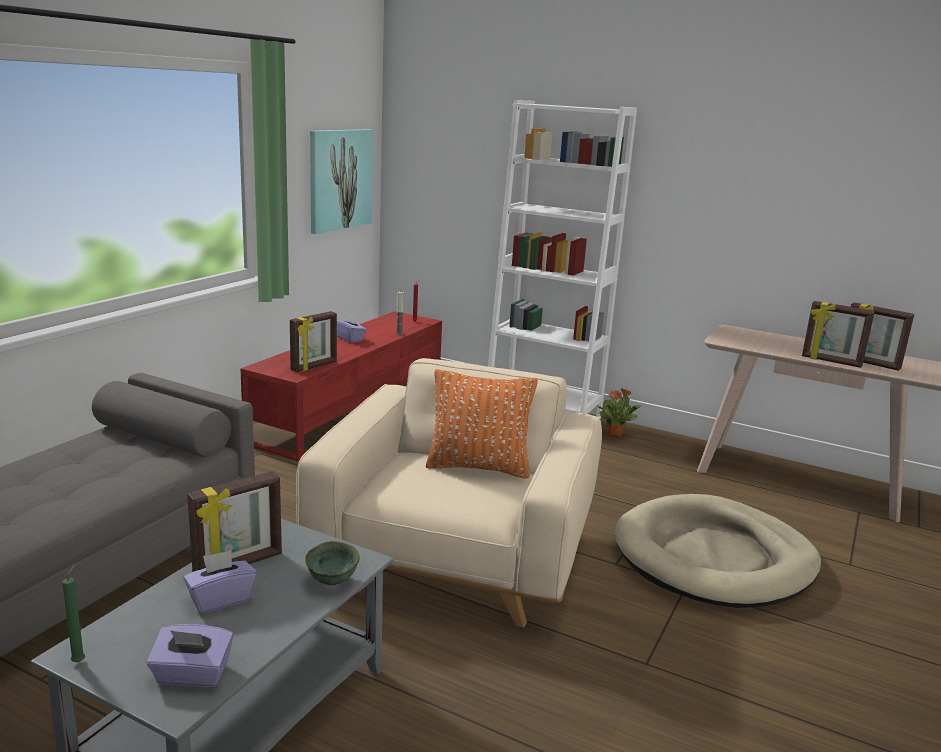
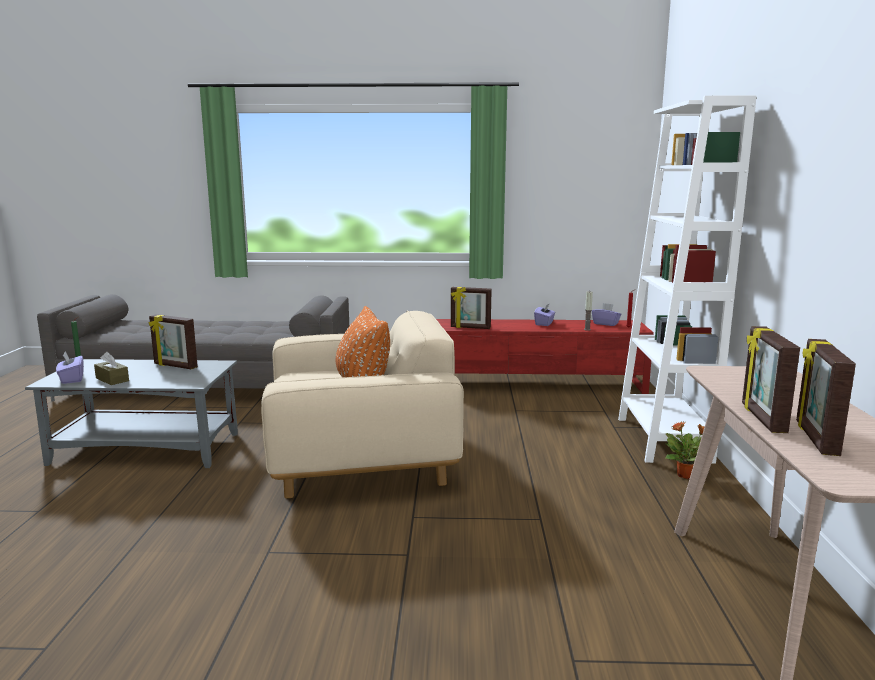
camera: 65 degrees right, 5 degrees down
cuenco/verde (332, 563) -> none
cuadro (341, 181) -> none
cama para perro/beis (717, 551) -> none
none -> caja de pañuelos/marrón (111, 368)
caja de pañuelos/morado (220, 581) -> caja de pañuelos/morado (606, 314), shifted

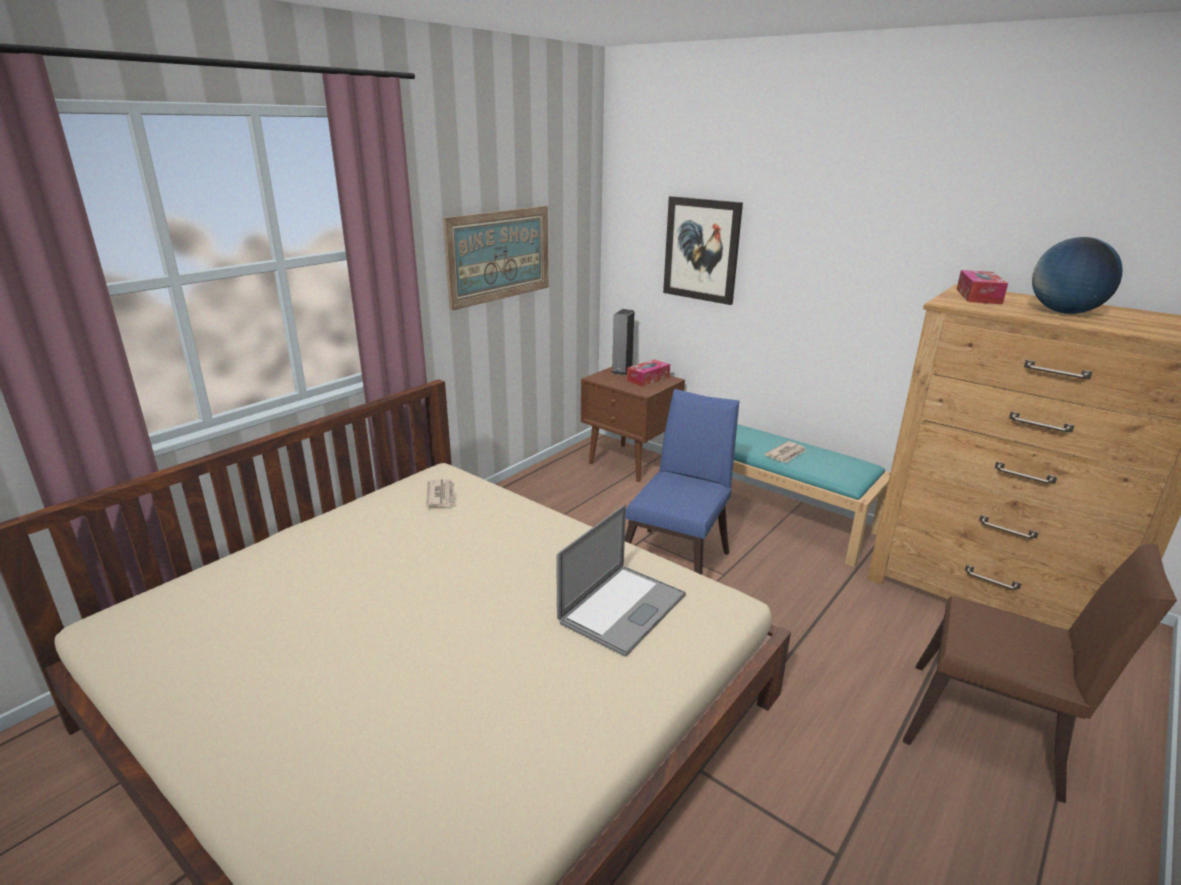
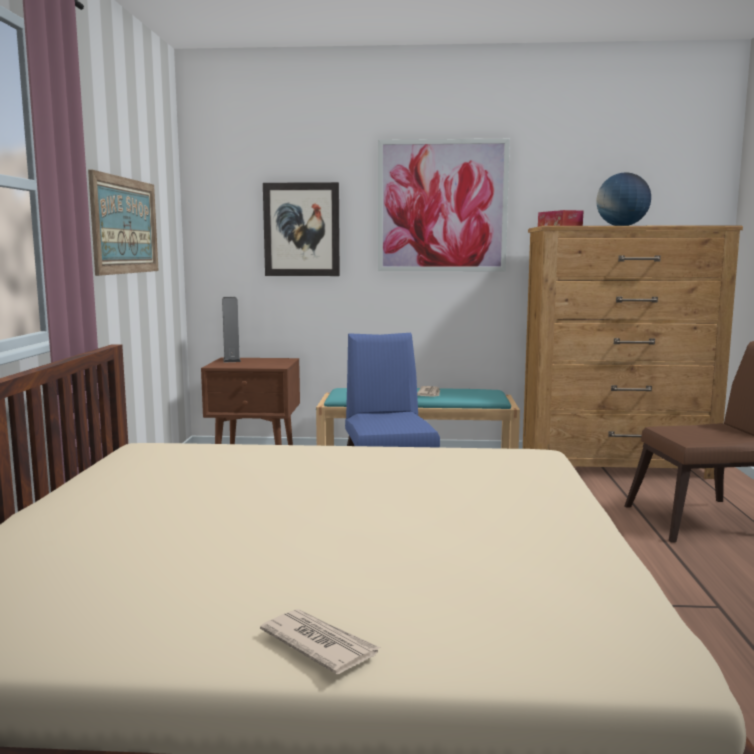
camera: 35 degrees left, 15 degrees down
portátil (621, 580) -> none
caja de pañuelos (648, 372) -> none
none -> cuadro (444, 205)
periódico (441, 493) -> periódico (320, 642), shifted

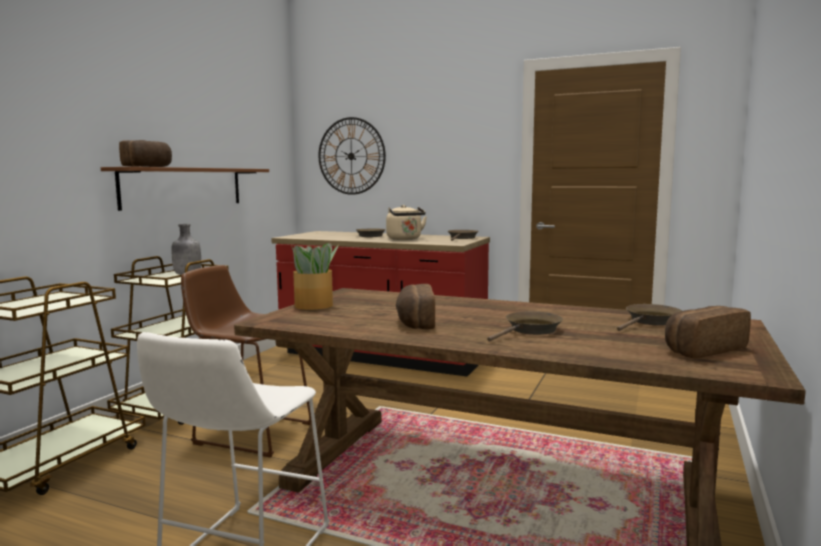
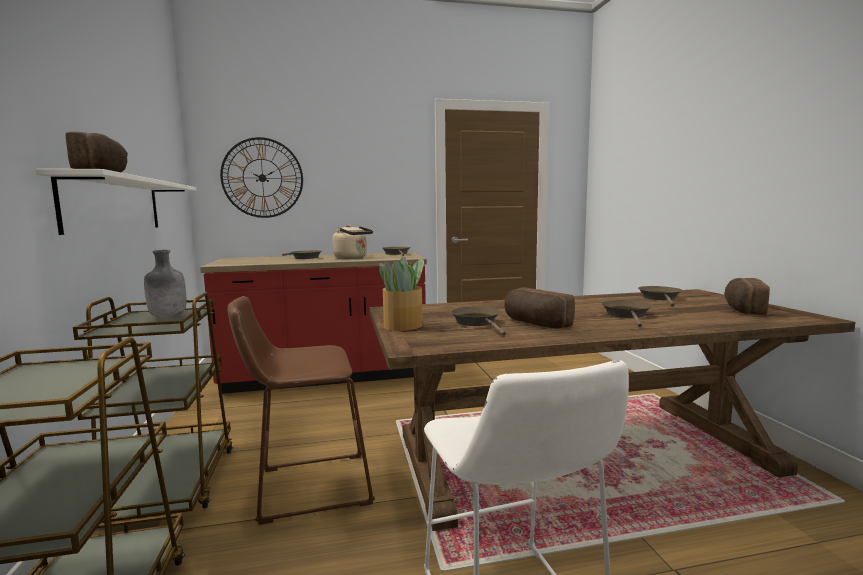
camera: 35 degrees left, 0 degrees up
none -> sartén/marrón (478, 321)
estante/marrón (185, 189) -> estante/blanco (116, 202)

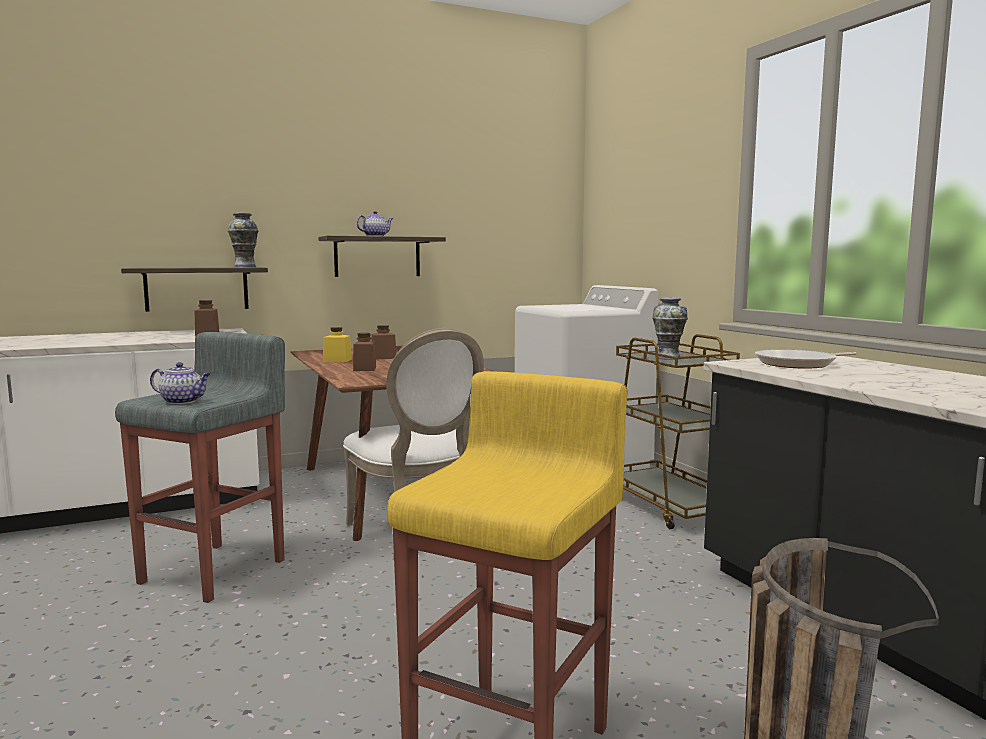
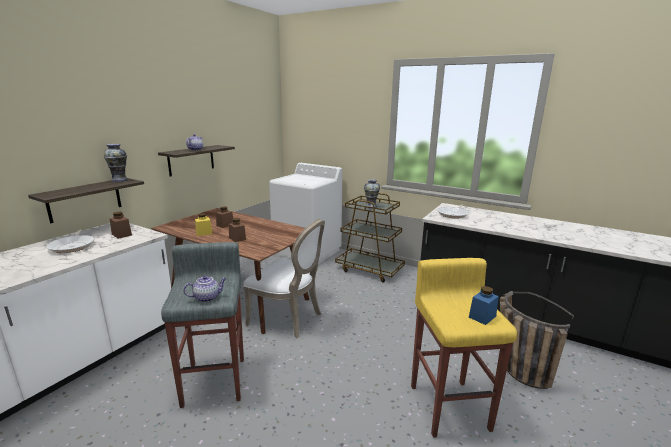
camera: 35 degrees left, 10 degrees up
none -> sartén (70, 241)
none -> tarro/azul (484, 305)

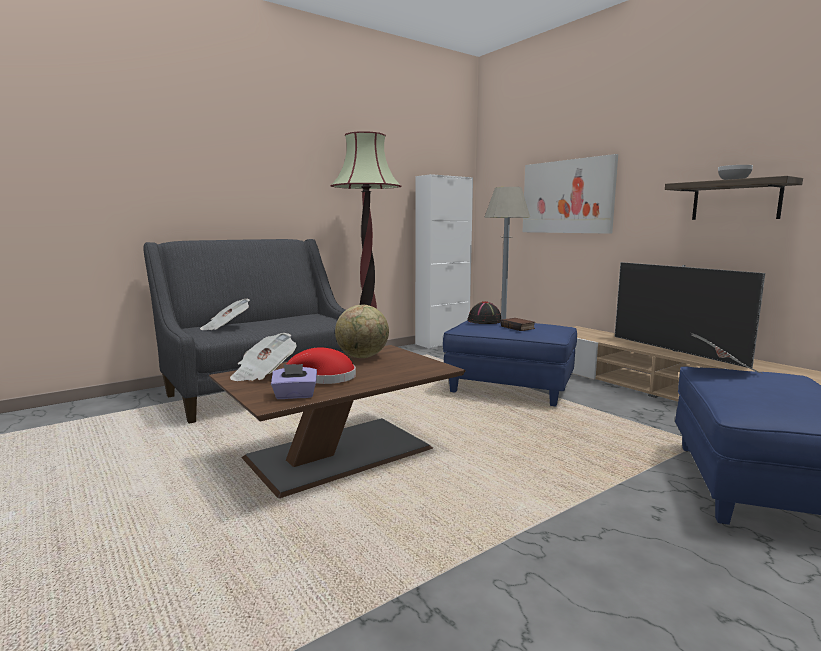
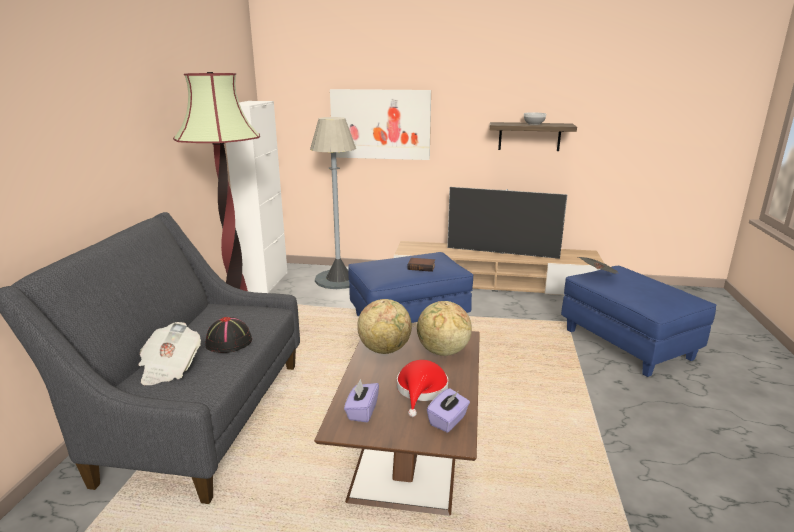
camera: 45 degrees left, 10 degrees up
none -> globo terráqueo (444, 328)
sombrero/negro (484, 312) -> sombrero/negro (228, 335), shifted
periódico (263, 357) -> caja de pañuelos/morado (361, 400)

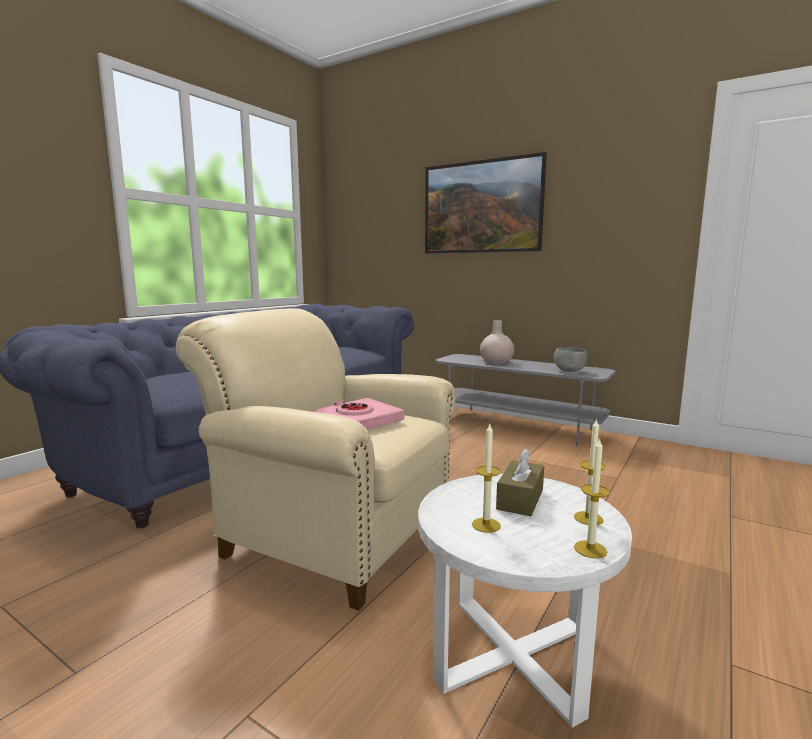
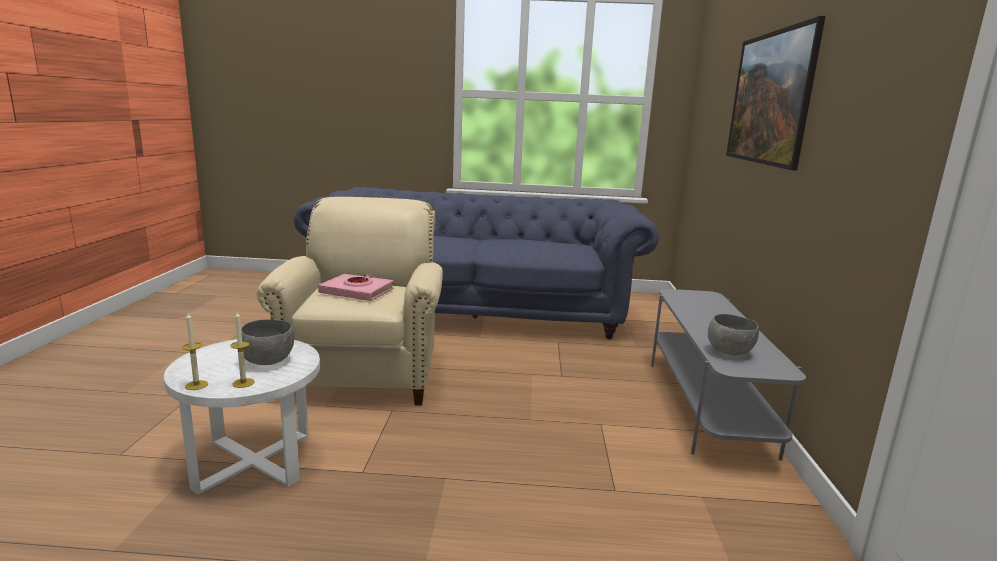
camera: 60 degrees right, 5 degrees up
vela (486, 478) -> none
florero/beis (497, 342) -> none
caja de pañuelos/marrón (520, 482) -> cuenco/gris (267, 342)

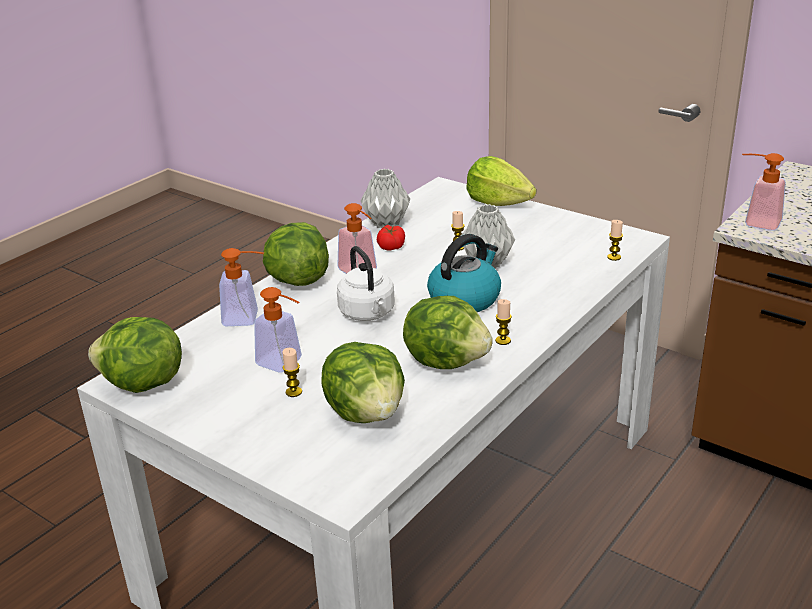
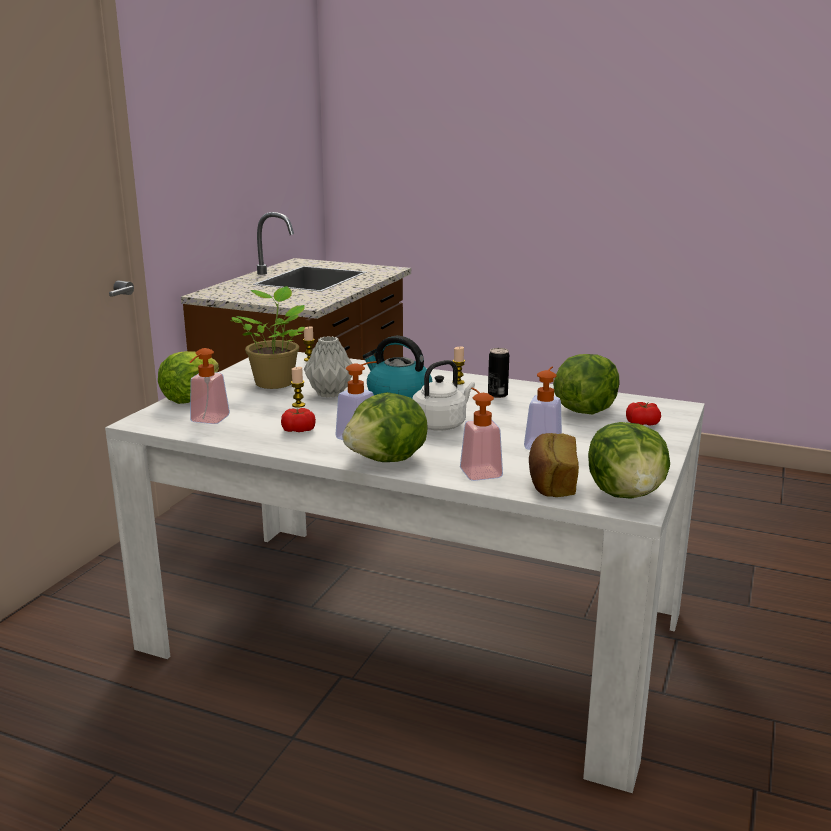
camera: 105 degrees left, 10 degrees down
vela (292, 372) -> none
florero/gris (385, 198) -> none
none -> planta en maceta (268, 337)
none -> pan (554, 465)
none -> tomate (643, 413)
dispensador de jabón (764, 192) -> dispensador de jabón (210, 386), shifted
lechuga (448, 332) -> lata (498, 373)

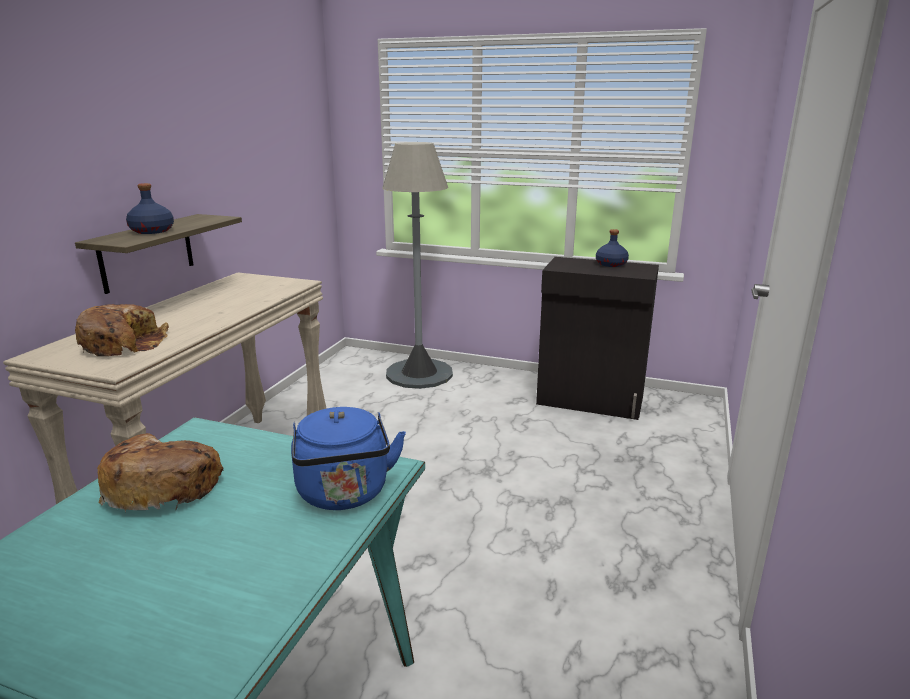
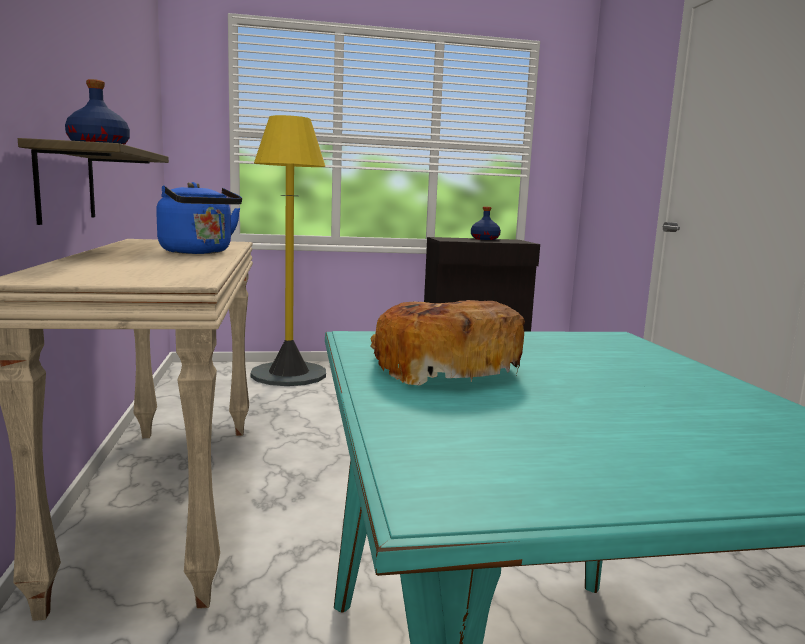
camera: 30 degrees left, 10 degrees down
pan (122, 330) -> none
hervidor/azul (348, 458) -> hervidor/azul (199, 218), shifted
lámpara de pie/gris (417, 265) -> lámpara de pie/amarillo (288, 250)

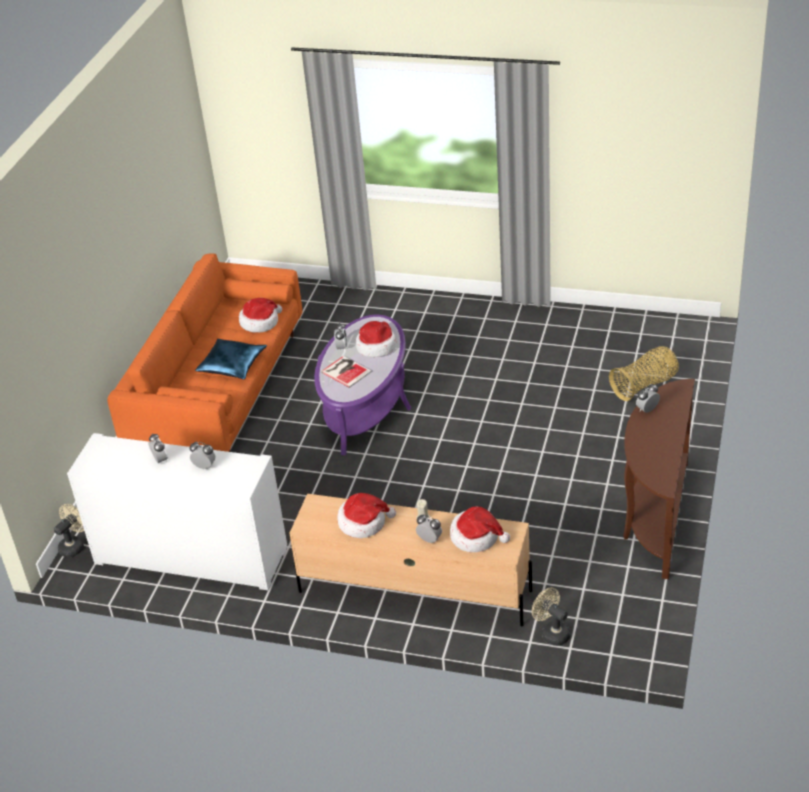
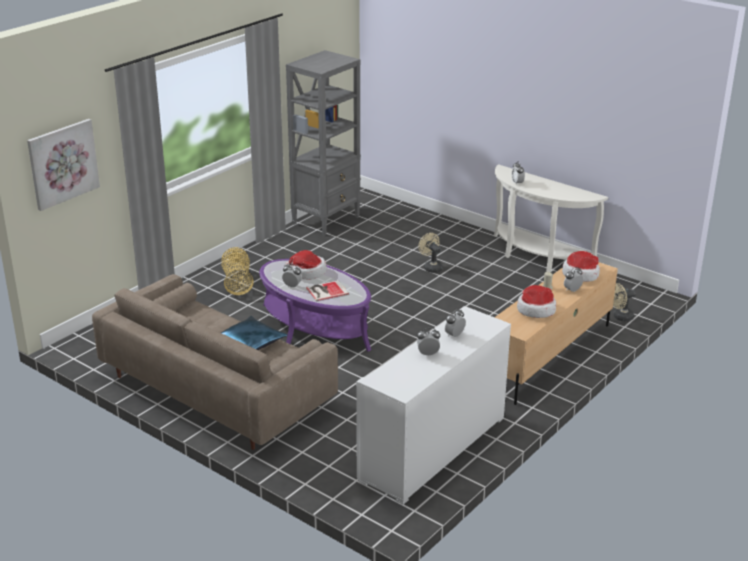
camera: 70 degrees left, 10 degrees down
sombrero (260, 315) -> none
none -> cuadro (63, 165)
none -> estantería/gris (323, 143)
ventilador/beis (69, 530) -> ventilador/beis (430, 253), shifted
cesta (644, 373) -> cesta (237, 271), shifted
sofá/naranja (204, 352) -> sofá/beis (215, 362)
mesa consola/marrón (659, 479) -> mesa consola/blanco (551, 218)

